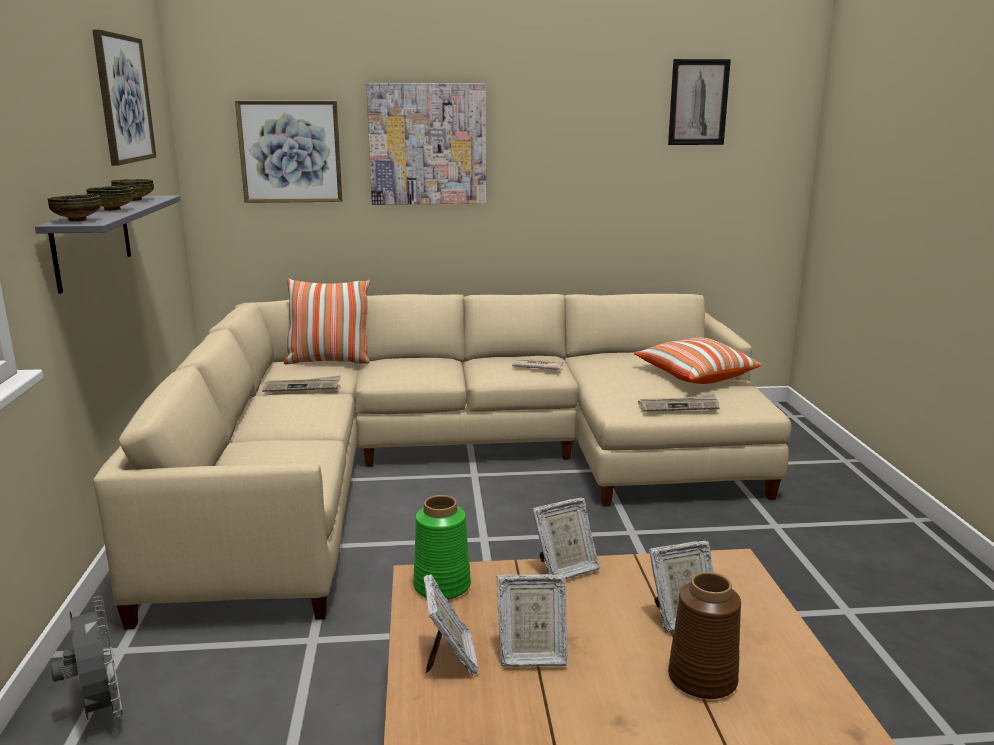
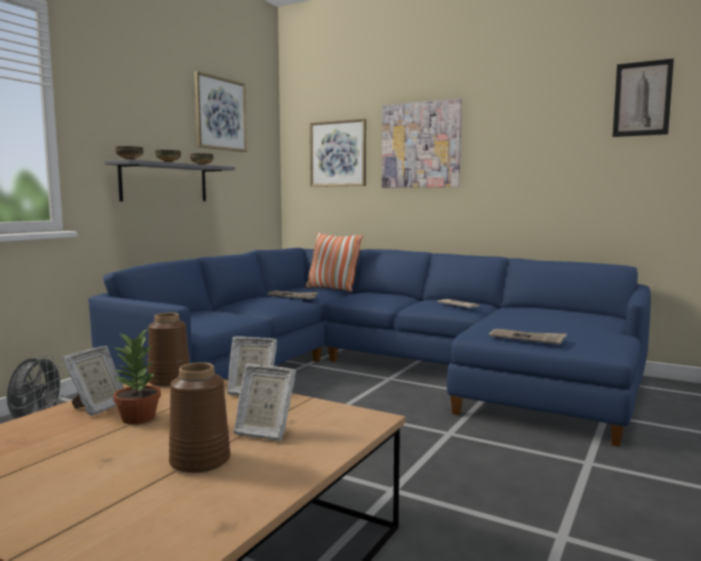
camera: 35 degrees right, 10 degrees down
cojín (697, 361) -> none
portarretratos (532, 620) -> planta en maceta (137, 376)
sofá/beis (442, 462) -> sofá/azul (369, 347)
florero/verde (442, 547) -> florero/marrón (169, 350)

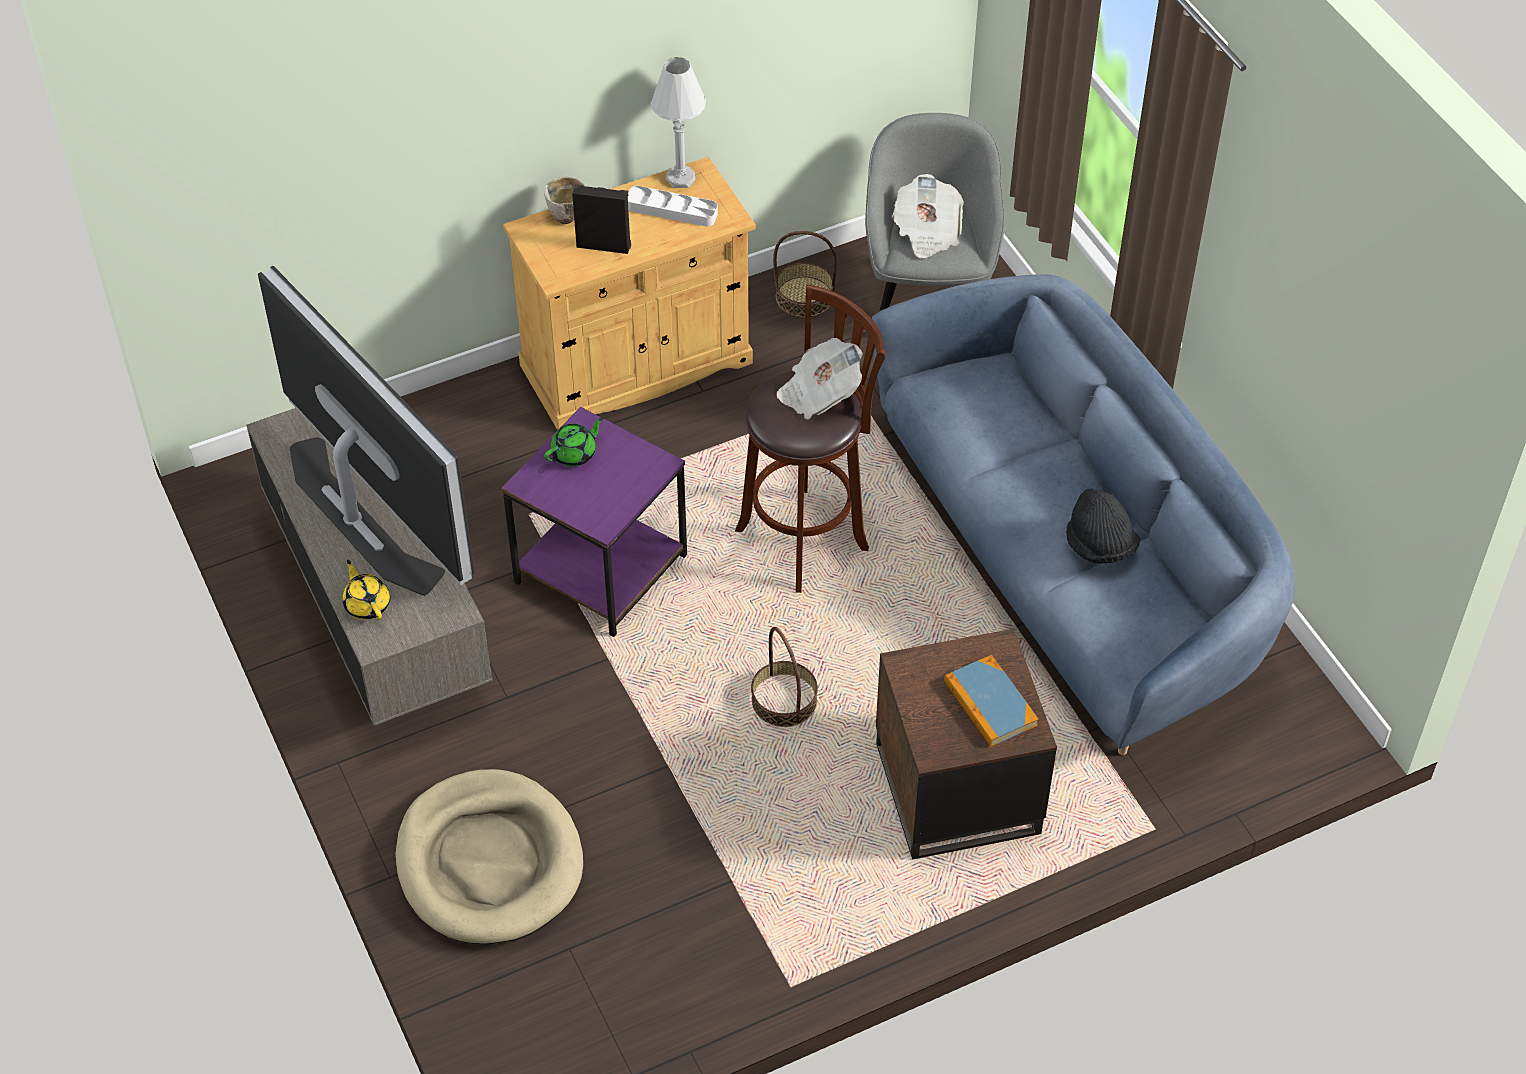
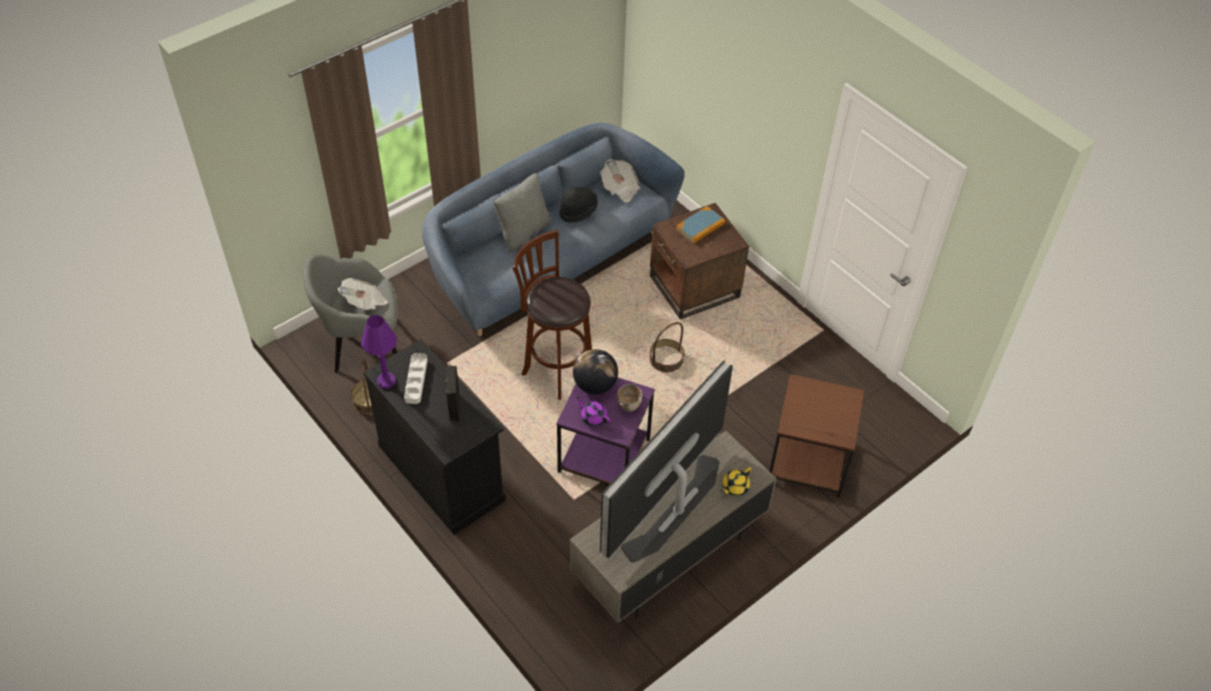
camera: 105 degrees left, 0 degrees up
none -> cojín/gris (523, 213)
none -> globo terráqueo (595, 372)
cuenco (564, 200) -> cuenco (629, 398), shifted
periódico (820, 379) -> periódico (620, 180), shifted
cama para perro/beis (489, 856) -> mesa auxiliar/marrón (816, 436)
armario/beis (629, 293) -> armario/negro (434, 437)
tetera/verde (574, 442) -> tetera/morado (593, 411)
lámpara de mesa/blanco (678, 122) -> lámpara de mesa/morado (379, 352)

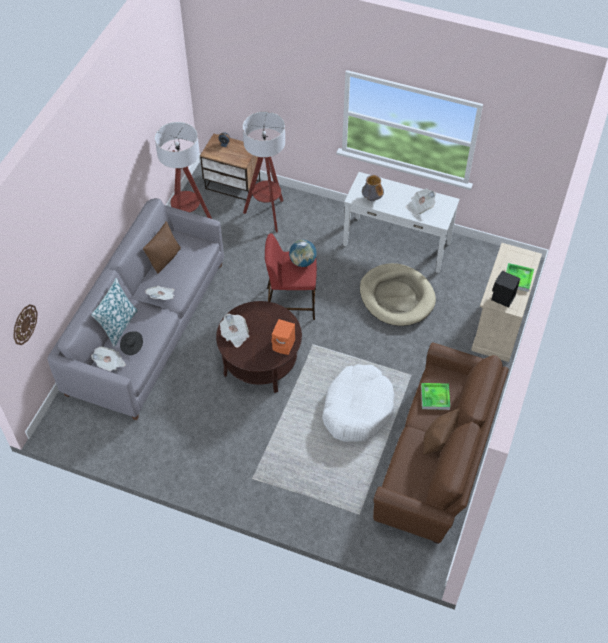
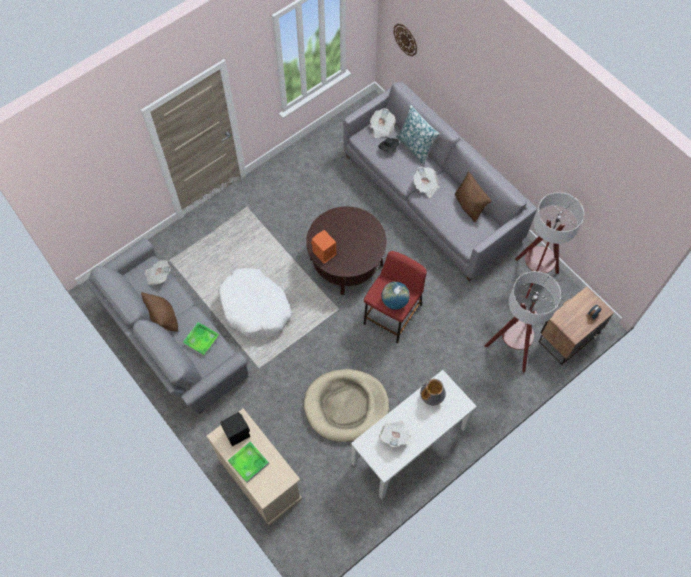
camera: 120 degrees right, 10 degrees up
periódico (234, 330) -> periódico (158, 272), shifted
sofá/marrón (441, 443) -> sofá/gris (166, 326)

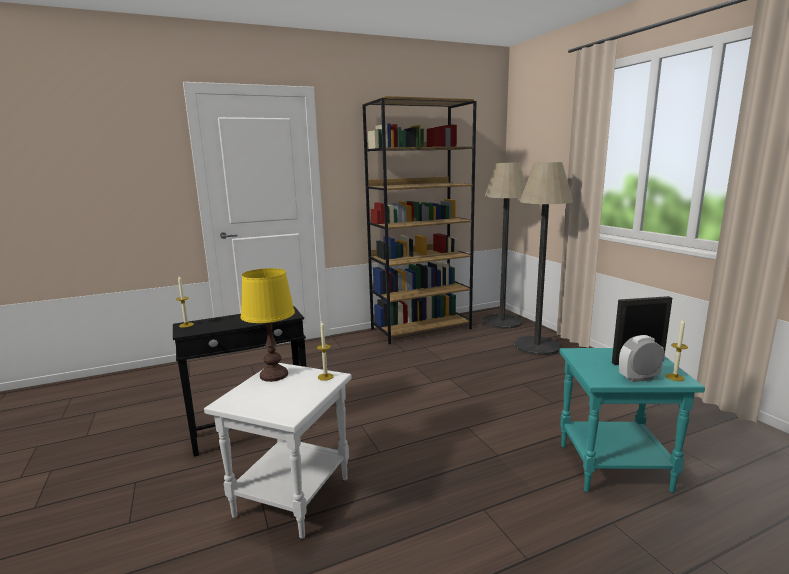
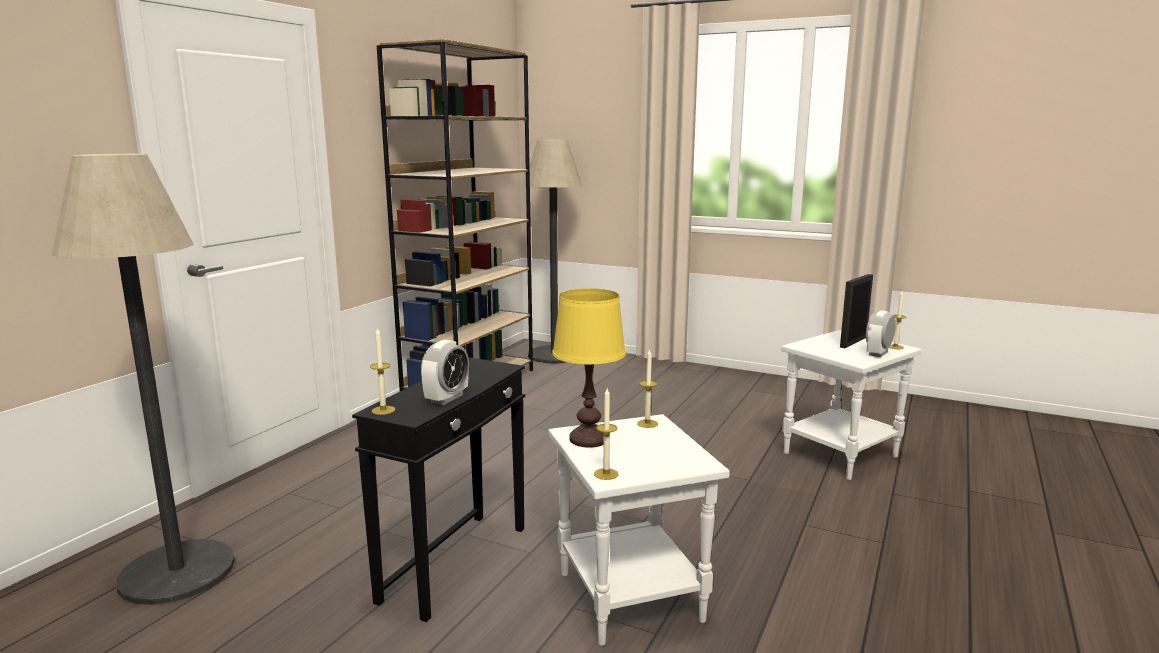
camera: 40 degrees left, 0 degrees up
none -> despertador (445, 372)
none -> vela (606, 434)
lámpara de pie (543, 258) -> lámpara de pie (143, 379), shifted
mesa auxiliar/turquesa (632, 420) -> mesa auxiliar/blanco (851, 405)

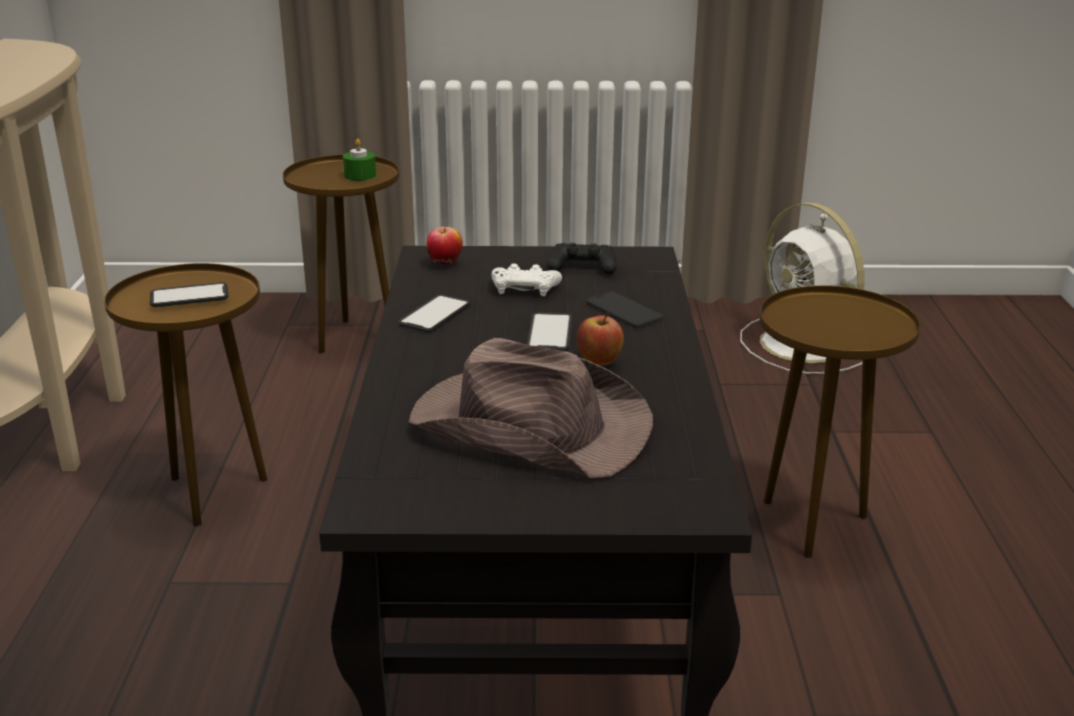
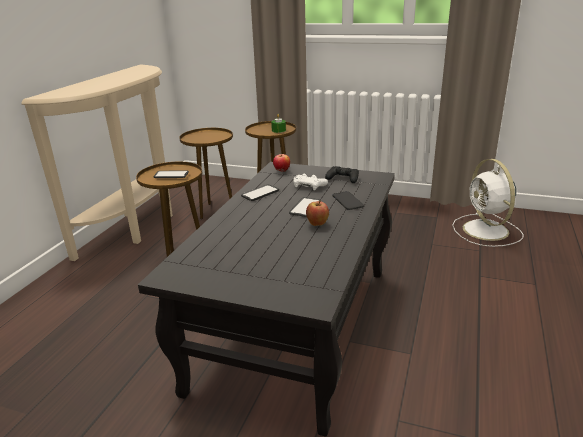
camera: 20 degrees right, 0 degrees up
sombrero/marrón (531, 408) -> none
mesa auxiliar/marrón (840, 421) -> mesa auxiliar/marrón (206, 173), shifted

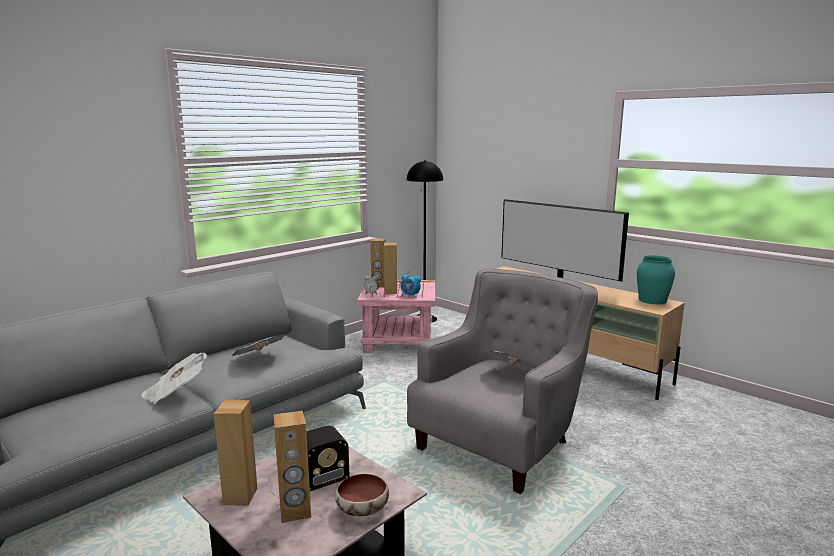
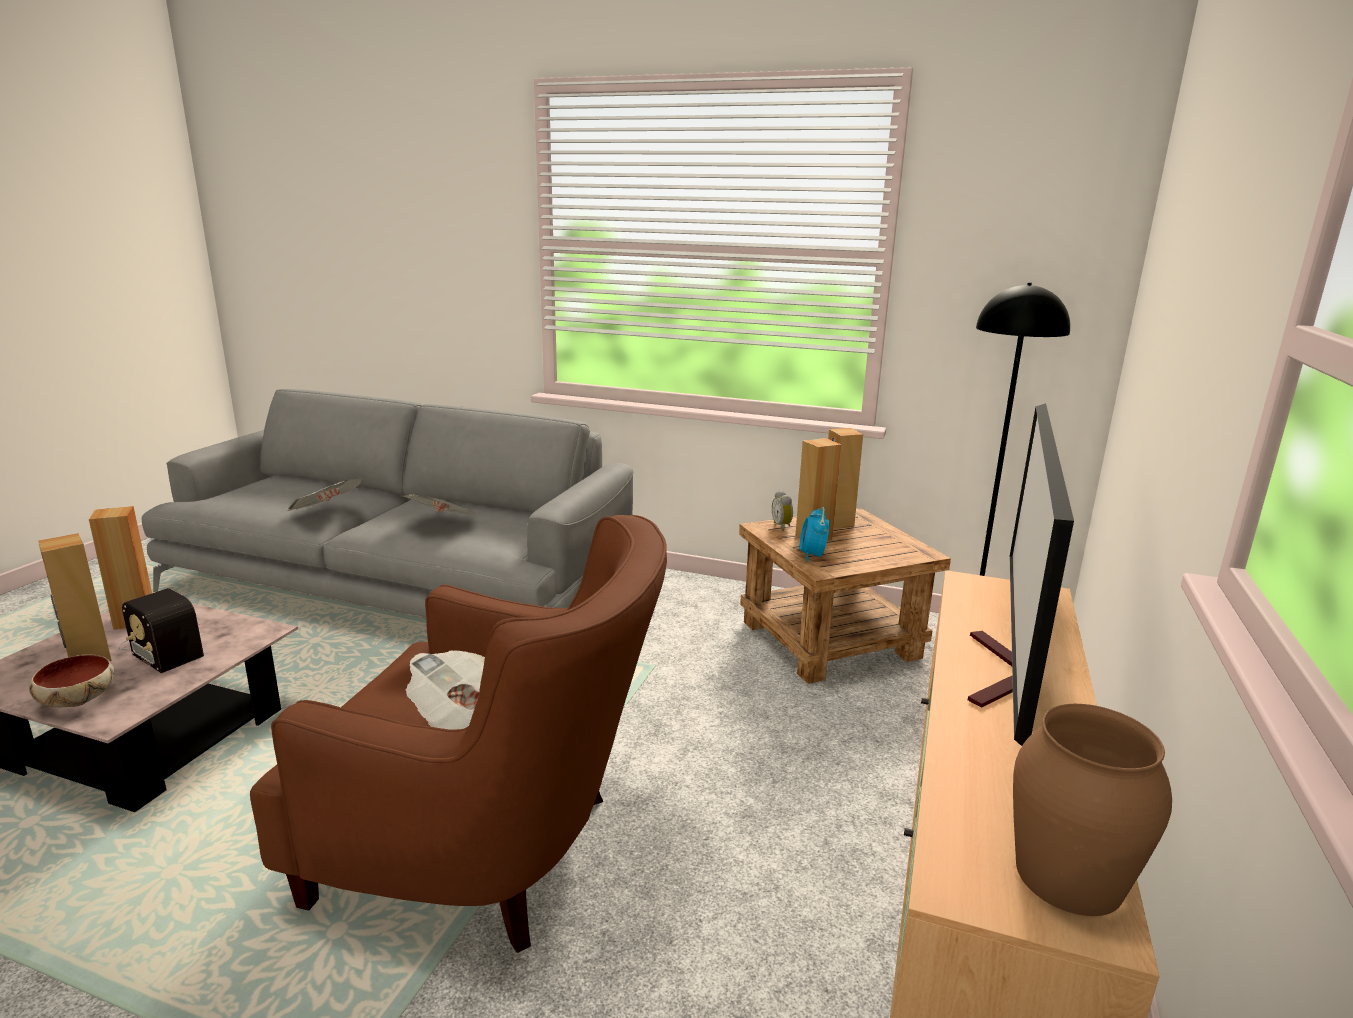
camera: 65 degrees right, 5 degrees up
mesa auxiliar/rosa (396, 316) -> mesa auxiliar/marrón (845, 596)
sillón/gris (502, 381) -> sillón/marrón (458, 734)
florero/turquesa (656, 279) -> florero/marrón (1092, 810)

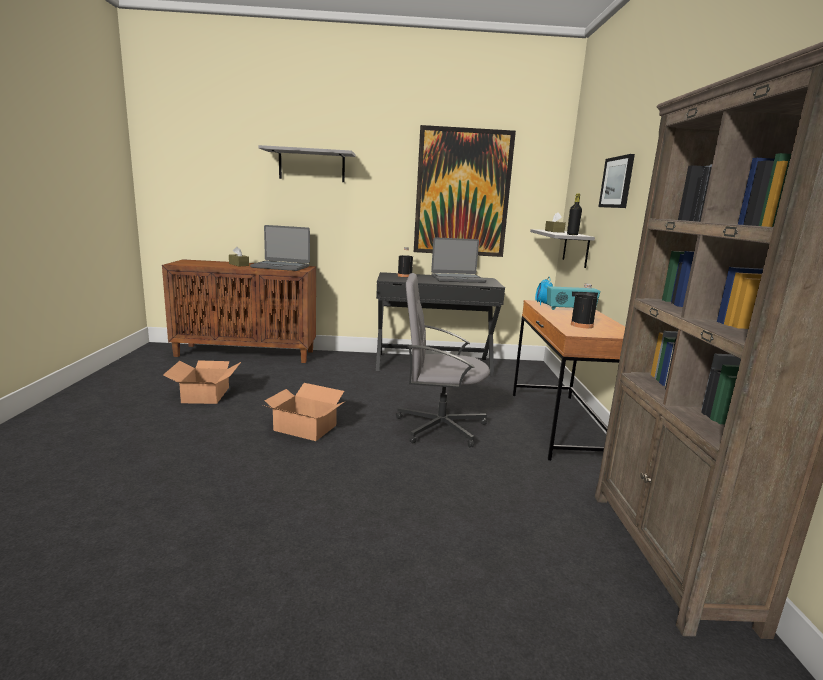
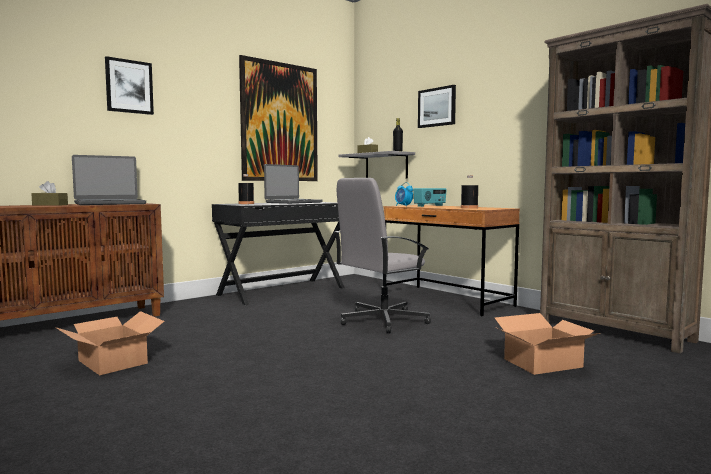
camera: 40 degrees left, 10 degrees down
caja de cartón (303, 412) -> caja de cartón (547, 344), shifted
estante/gris (307, 163) -> cuadro (129, 85)

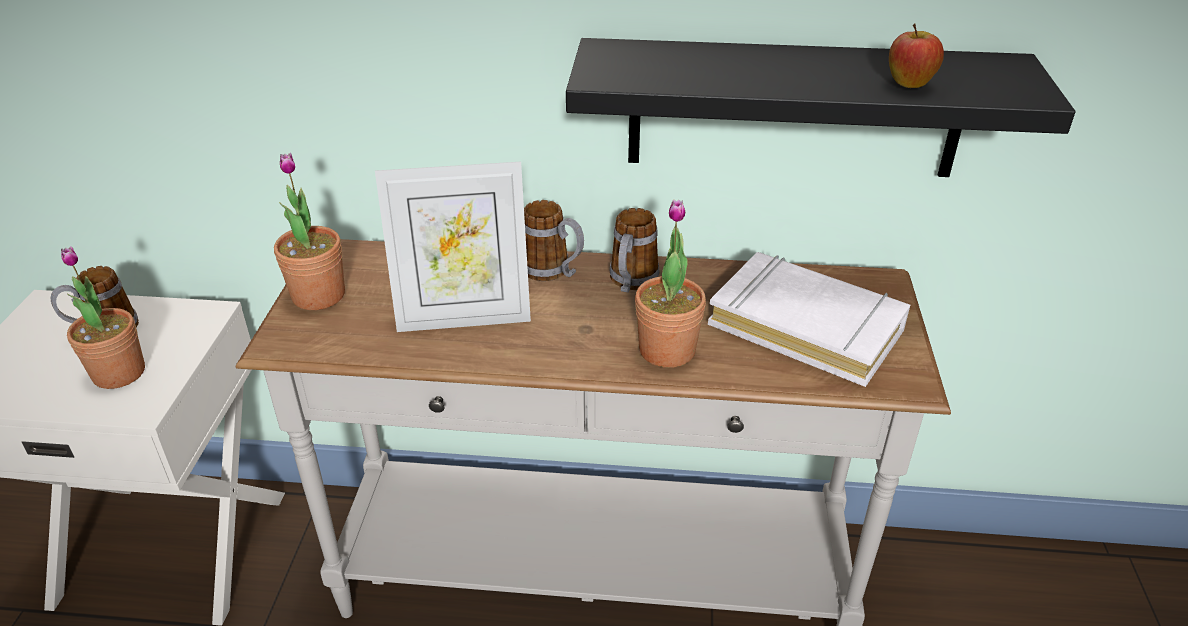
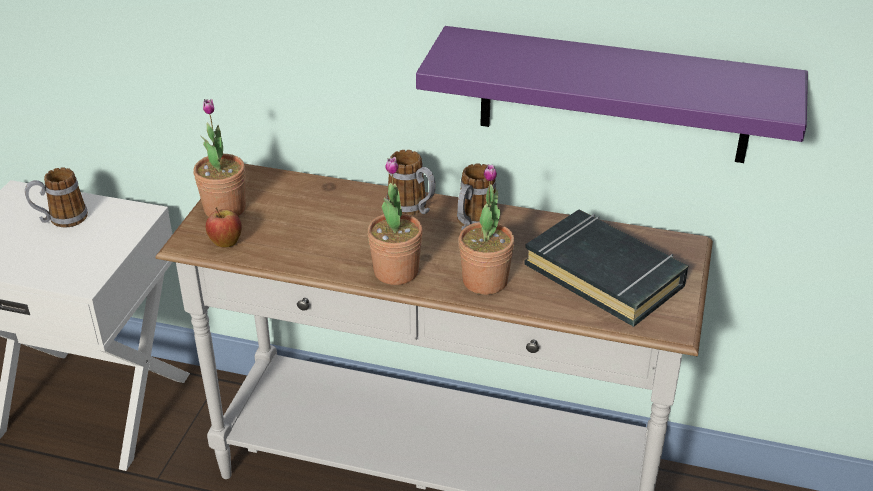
camera: 10 degrees right, 0 degrees up
portarretratos (453, 247) -> none
planta en maceta (103, 317) -> planta en maceta (395, 221), shifted
manzana (916, 55) -> manzana (224, 227), shifted
estante/negro (820, 107) -> estante/morado (612, 94)
libro/blanco (809, 319) -> libro/negro (606, 268)

